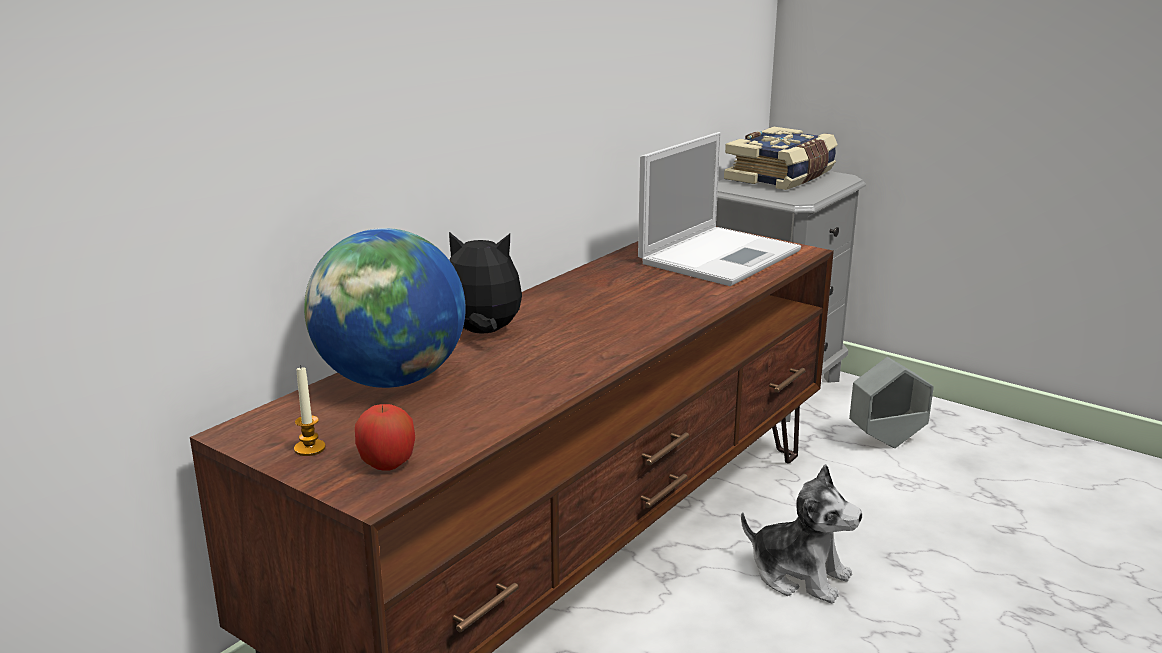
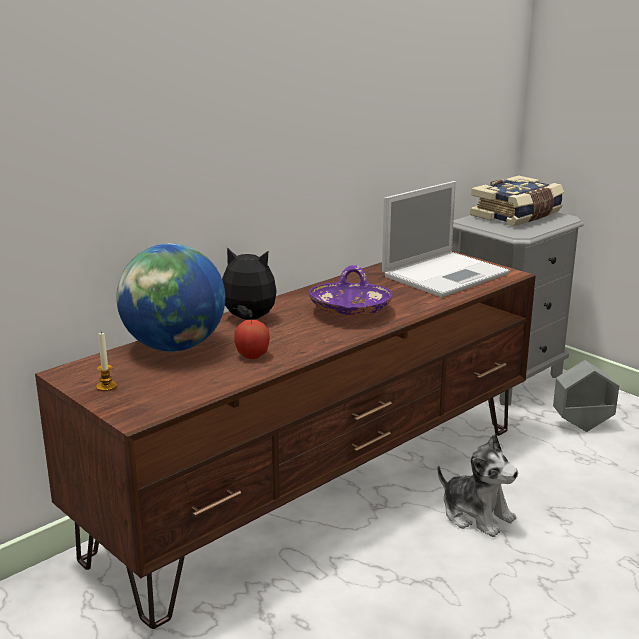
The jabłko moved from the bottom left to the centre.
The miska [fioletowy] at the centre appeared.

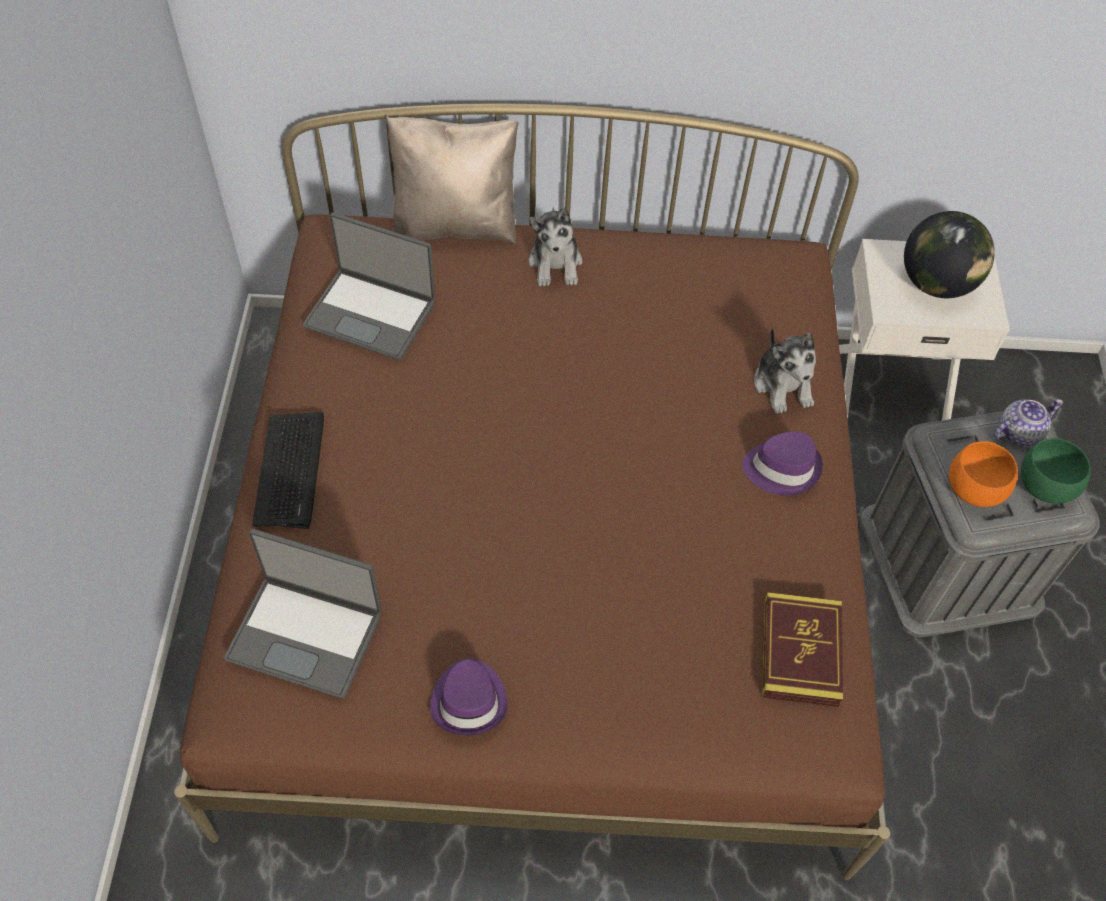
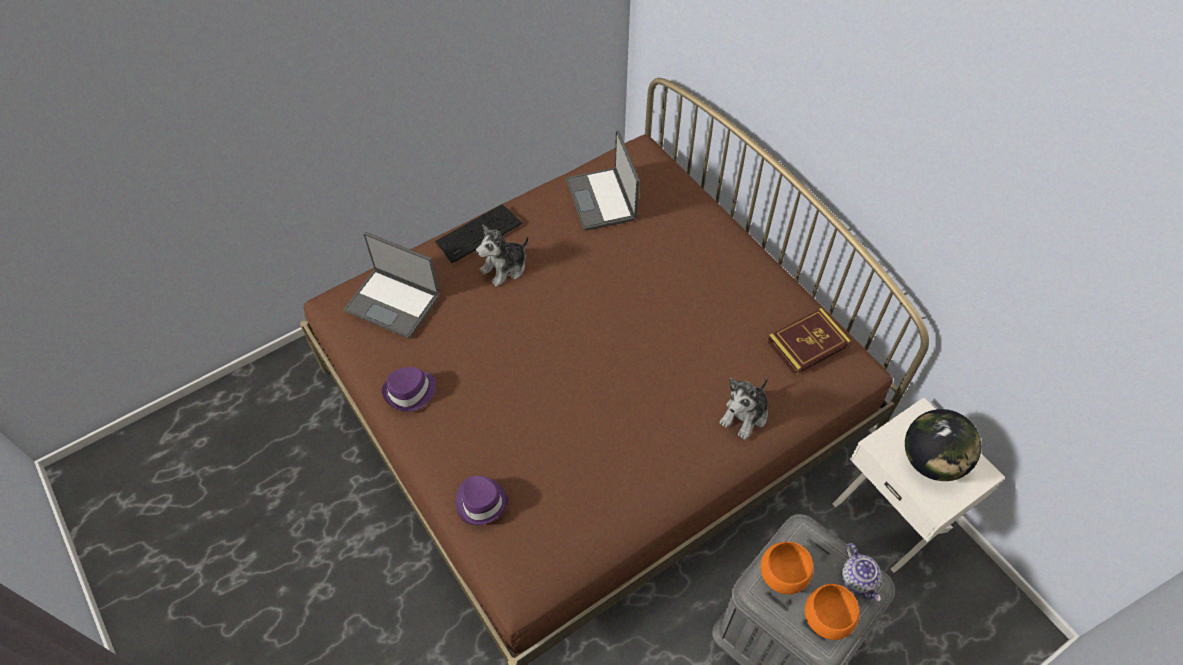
The poduszka [beżowy] at the top centre disappeared.
The pluszak (1st from left) moved from the top centre to the centre.
The imbryk at the middle right turned 45 degrees clockwise.
The kapelusz [fioletowy] (2nd from left) moved from the middle right to the bottom centre.
The miska [zielony] at the middle right became the miska [pomarańczowy] (2nd from left) at the bottom right.
The laptop (1st from left) at the bottom left turned 45 degrees counterclockwise.
The książka moved from the bottom right to the middle right.

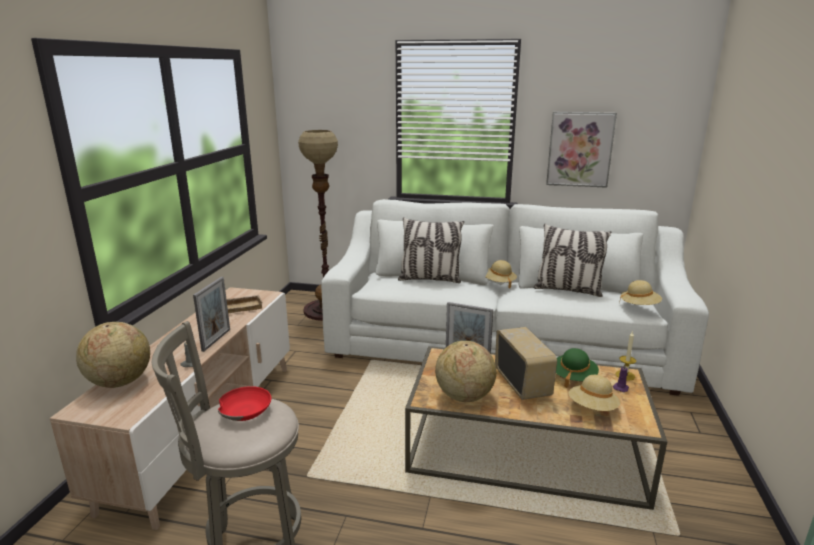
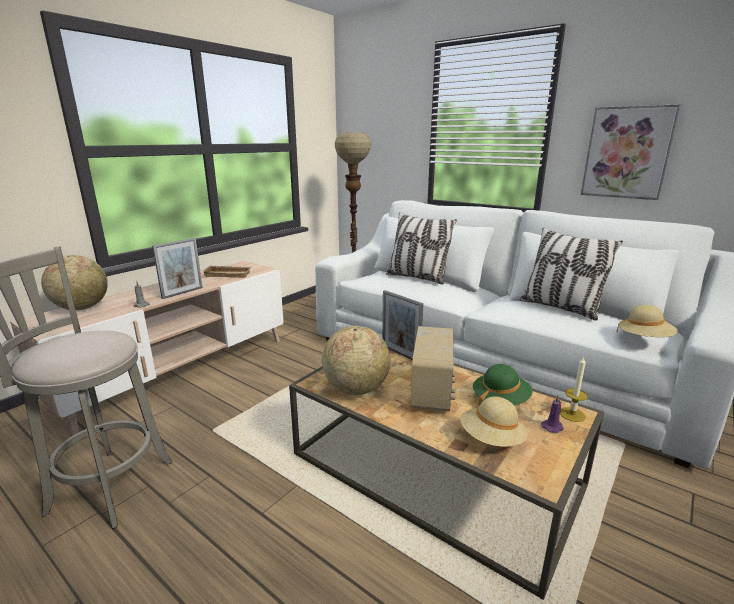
The kapelusz [beżowy] (1st from left) at the centre disappeared.
The miska [czerwony] at the bottom left disappeared.

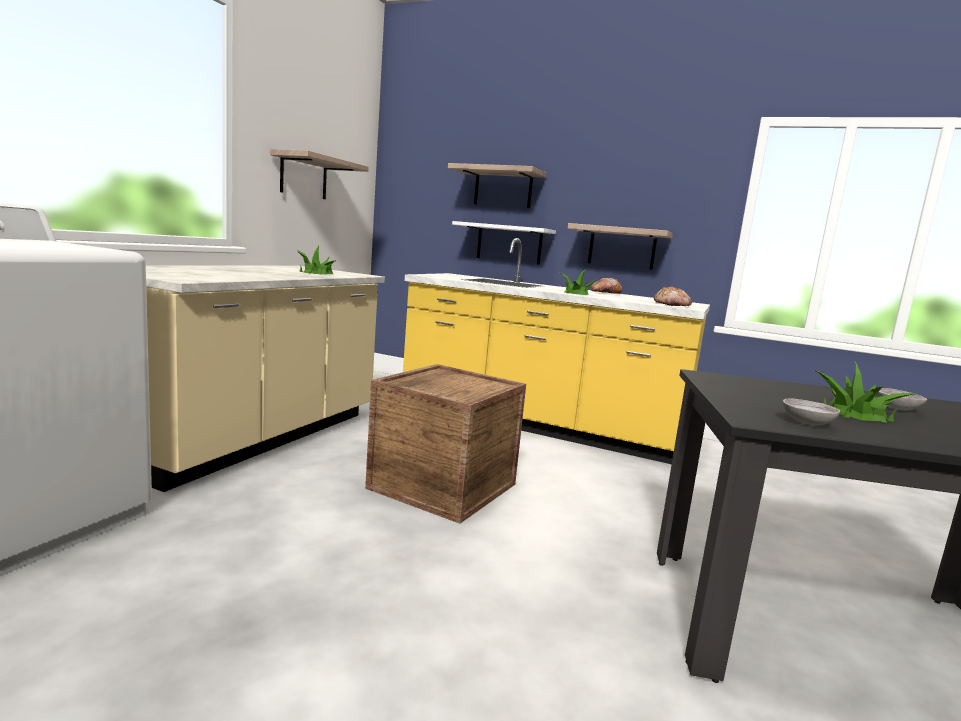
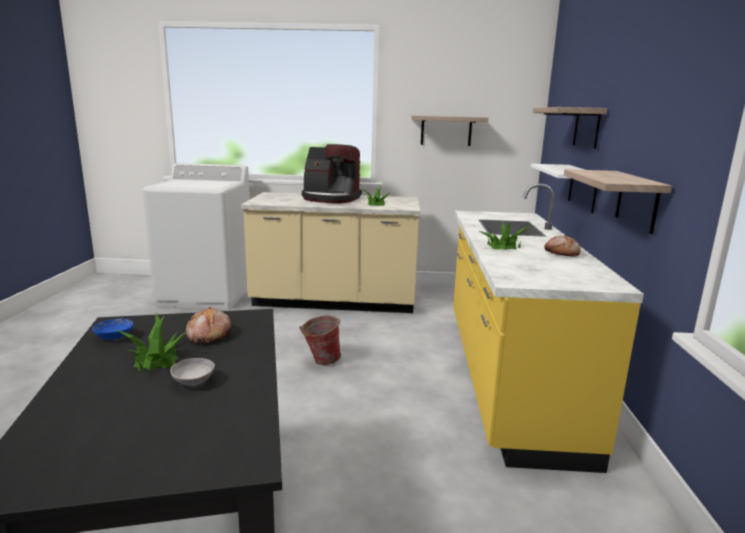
The chleb (2nd from left in the first image) moved from the middle right to the middle left.
The skrzynka at the centre was replaced by the wiadro at the centre.
The miska [szary] (1st from left) at the middle right became the miska [niebieski] at the middle left.
The ekspres do kawy at the top centre appeared.

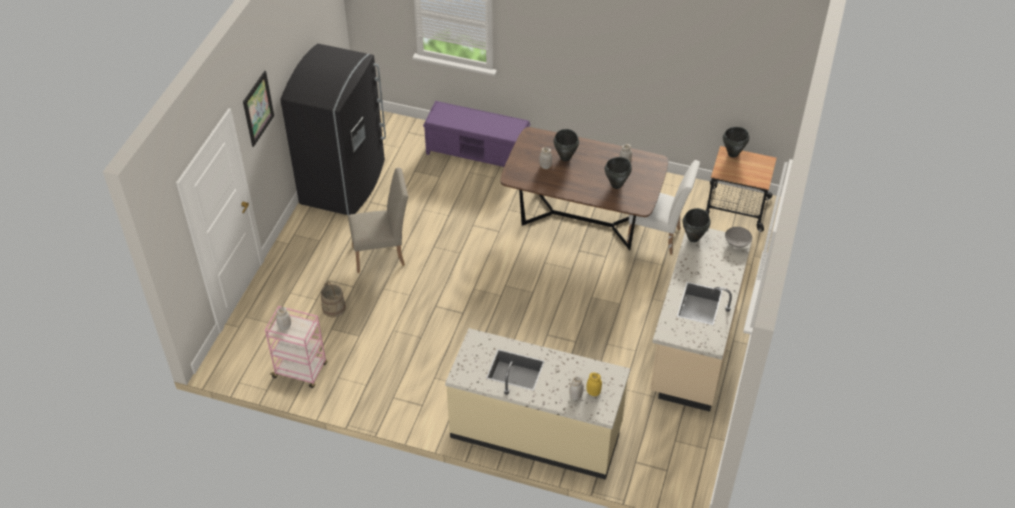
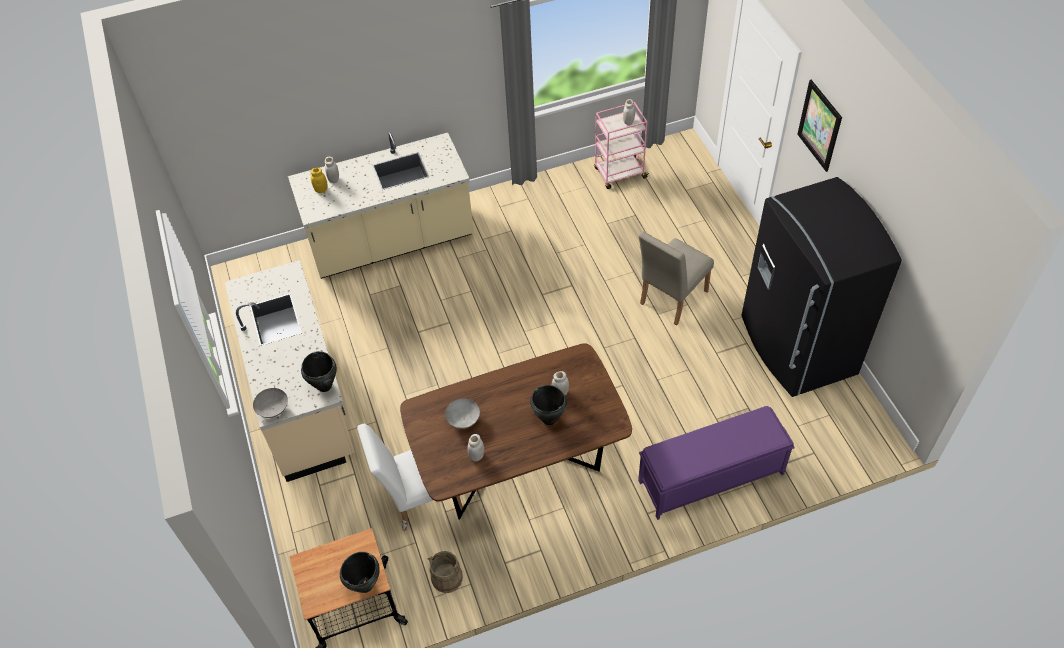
The garnek [czarny] (2nd from left) at the centre was replaced by the miska [szary] (2nd from left) at the centre.
The wiadro [beżowy] moved from the middle left to the bottom centre.

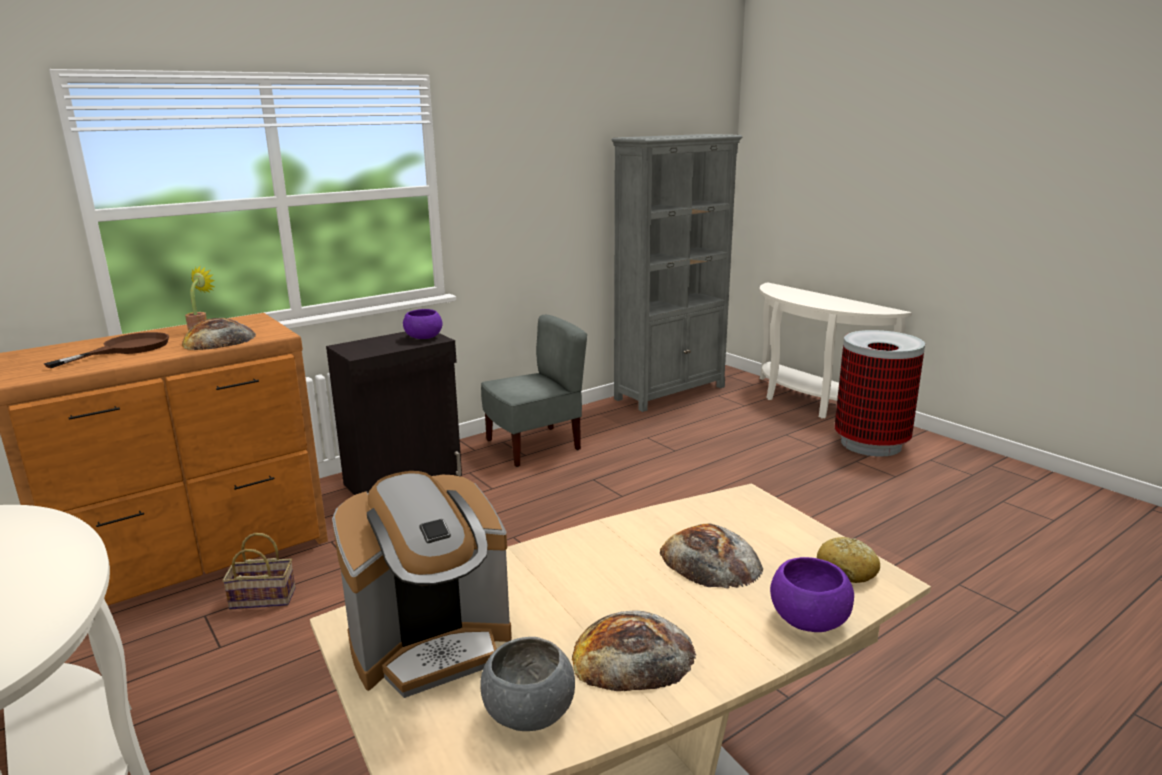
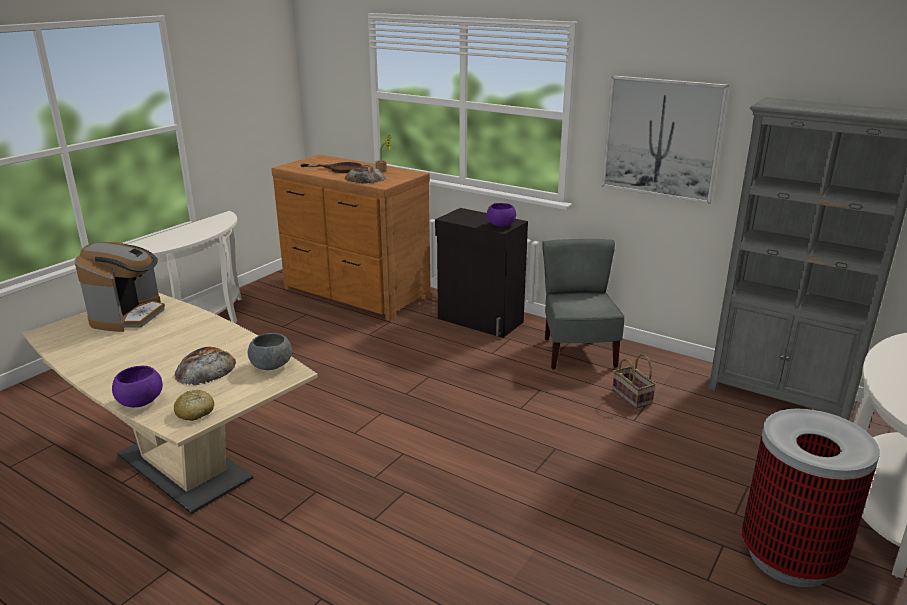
The krzesło [szary] at the centre turned 135 degrees counterclockwise.
The ekspres do kawy at the bottom centre turned 120 degrees counterclockwise.
The koszyk moved from the bottom left to the middle right.
The chleb (2nd from left) at the bottom centre disappeared.
The miska [szary] moved from the bottom centre to the middle left.
The obraz at the top right appeared.

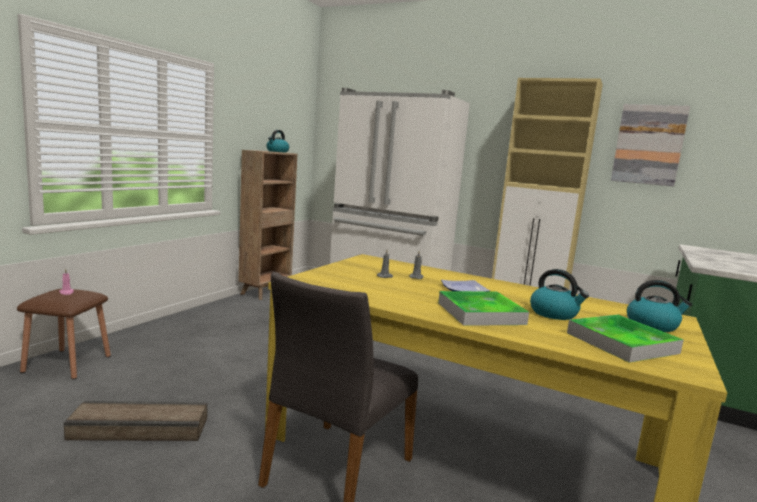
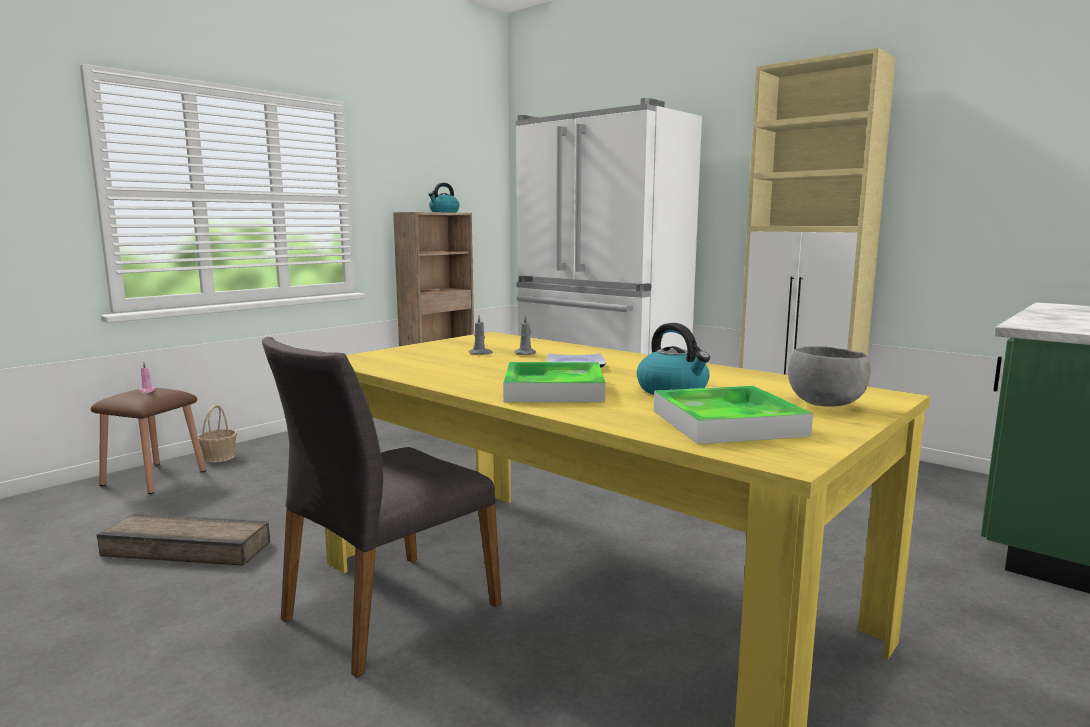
The obraz at the top right disappeared.
The czajnik (3rd from left) at the middle right was replaced by the miska [szary] at the middle right.
The koszyk at the middle left appeared.

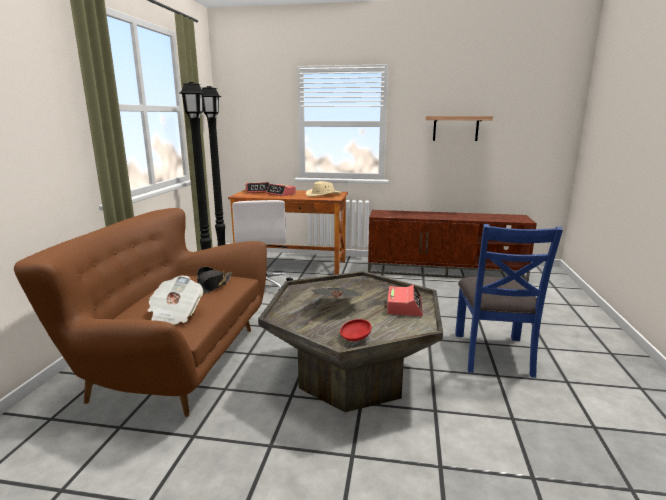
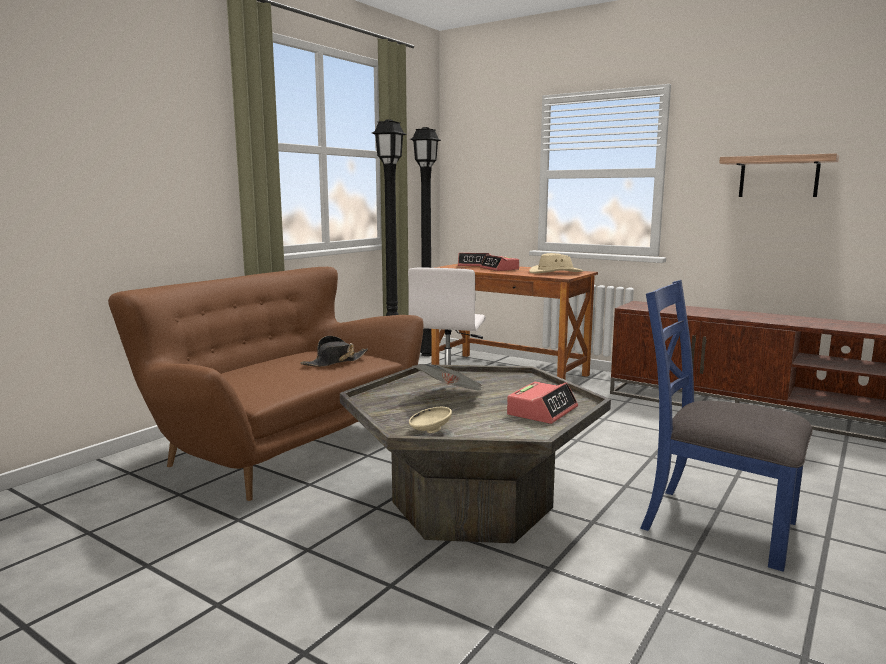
The krzesło [niebieski] at the middle right turned 90 degrees clockwise.
The gazeta (1st from left) at the middle left disappeared.
The miska [czerwony] at the centre became the miska [beżowy] at the centre.

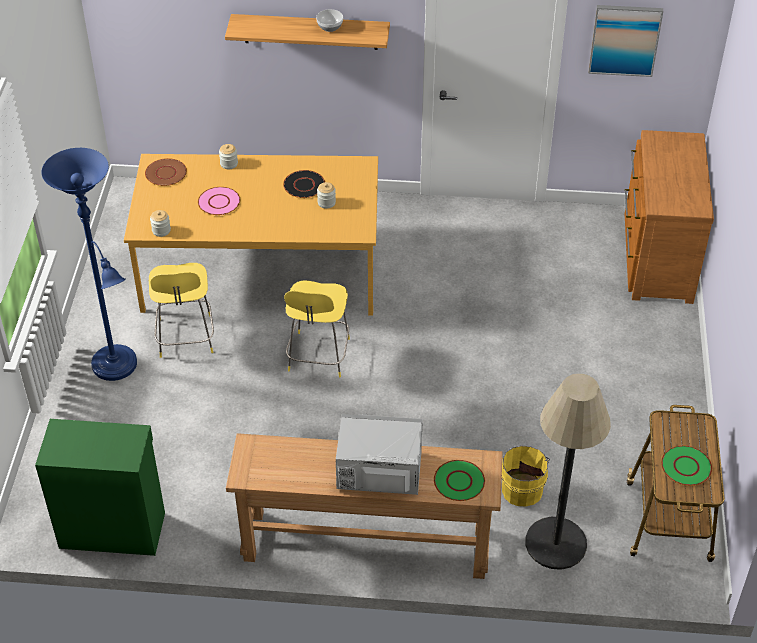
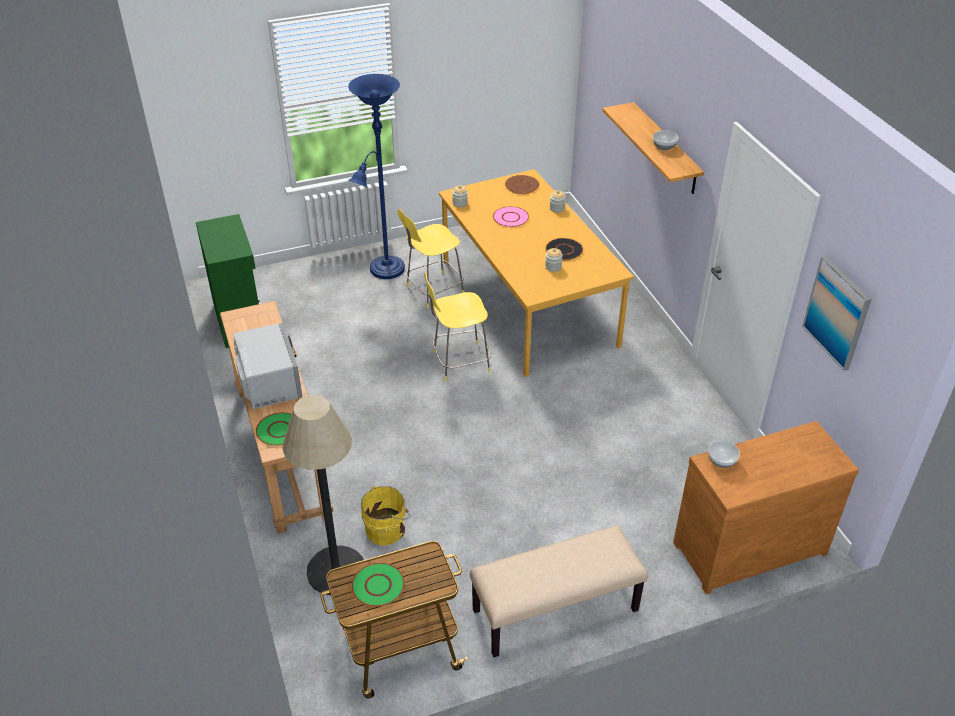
The miska (2nd from left) at the middle right appeared.
The ławka [beżowy] at the bottom centre appeared.

